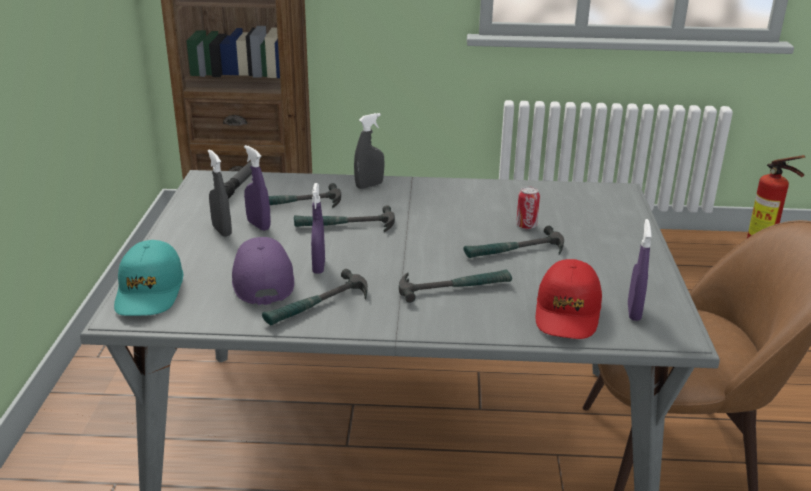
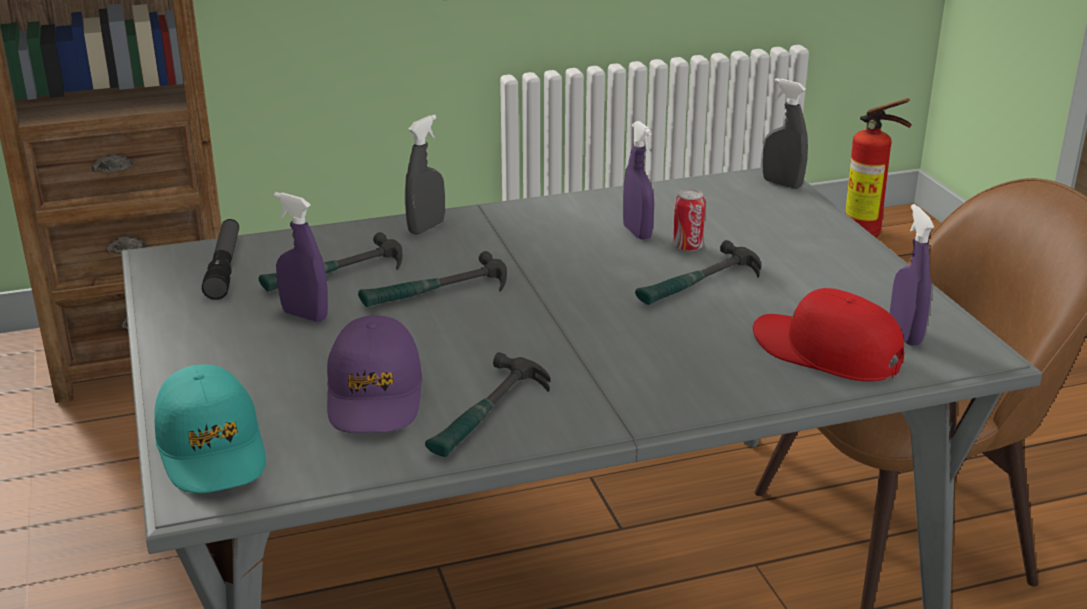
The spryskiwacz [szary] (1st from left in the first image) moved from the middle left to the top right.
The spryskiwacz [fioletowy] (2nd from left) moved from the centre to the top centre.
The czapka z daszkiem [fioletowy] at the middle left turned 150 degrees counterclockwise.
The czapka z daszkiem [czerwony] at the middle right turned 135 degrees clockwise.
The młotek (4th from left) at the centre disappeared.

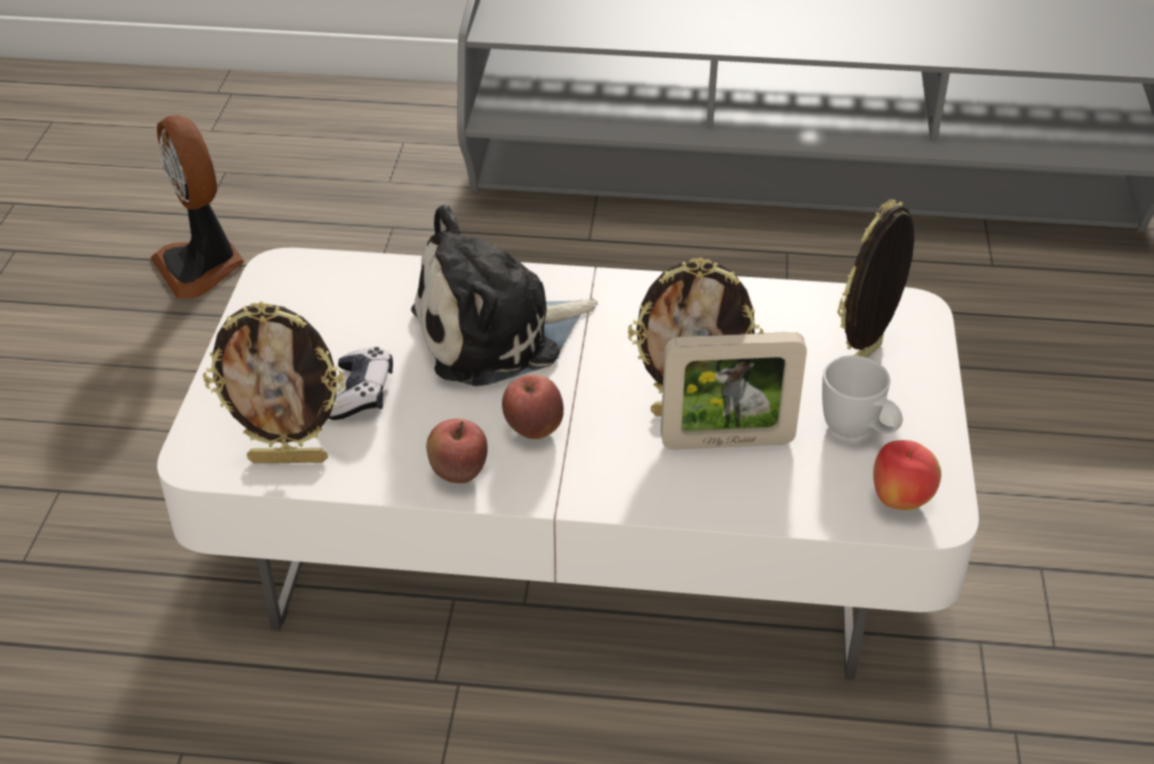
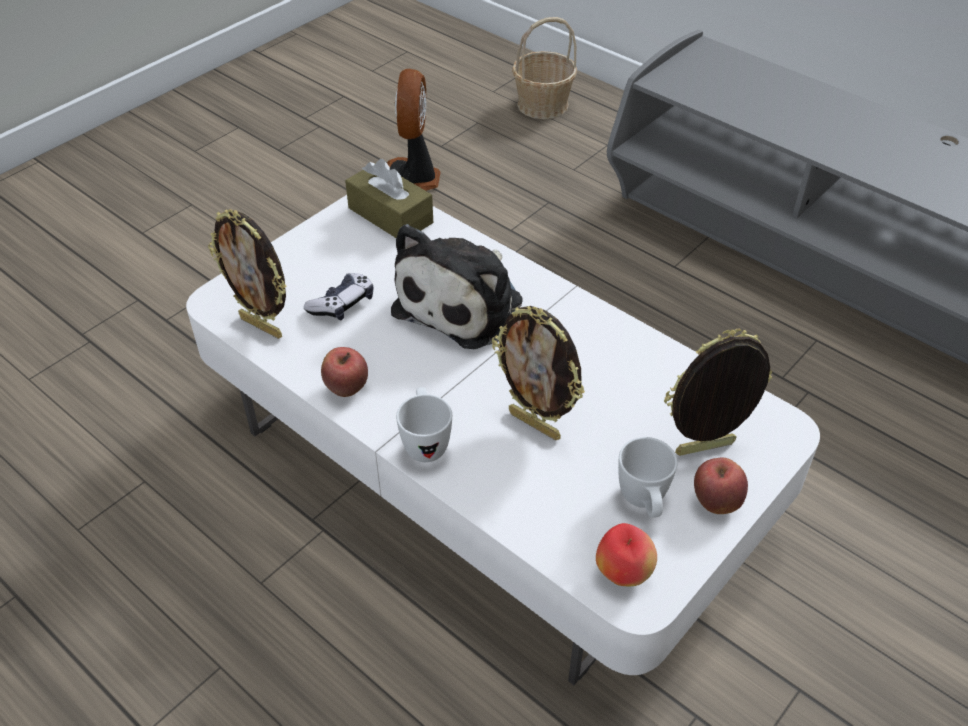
The pluszak at the centre turned 75 degrees counterclockwise.
The ramka na zdjęcie (3rd from left) at the centre disappeared.
The jabłko (2nd from left in the first image) moved from the centre to the bottom right.
The koszyk at the top centre appeared.
The pudełko chusteczek [brązowy] at the top centre appeared.
The kubek [biały] (1st from left) at the centre appeared.

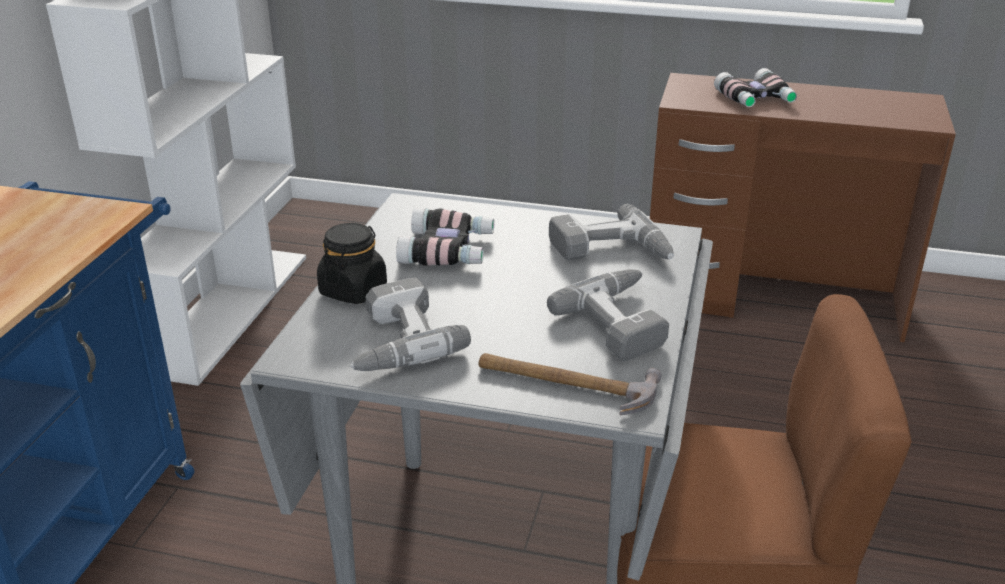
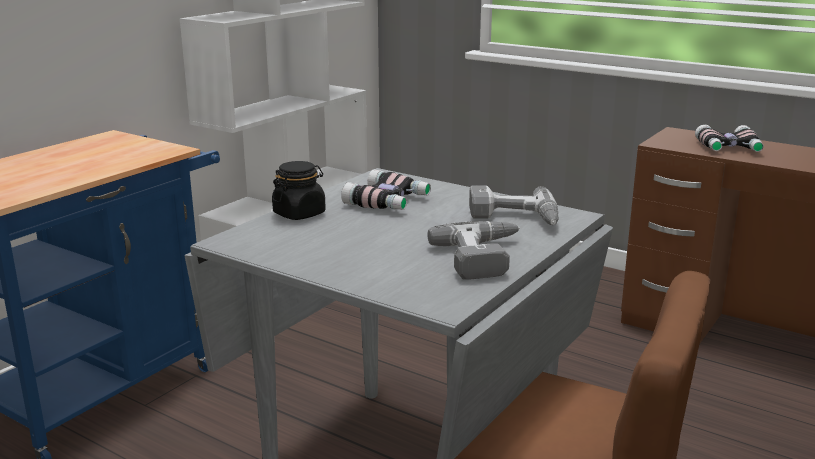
The wiertarka (1st from left) at the centre disappeared.
The młotek at the centre disappeared.

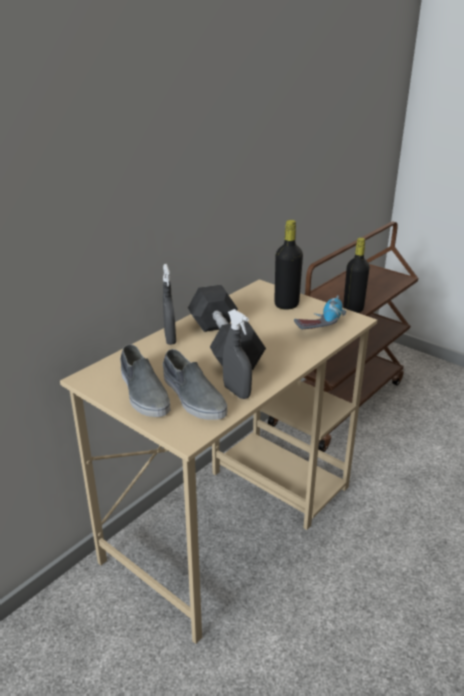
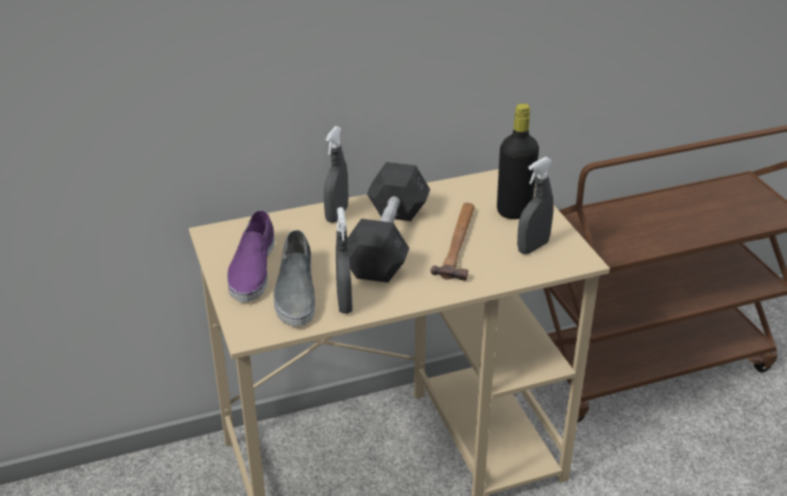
The butelka [czarny] (2nd from left) at the middle right disappeared.
The wiertarka at the middle right was replaced by the spryskiwacz [szary] (3rd from left) at the middle right.
The but [szary] (1st from left) at the middle left became the but [fioletowy] at the middle left.
The młotek at the centre appeared.

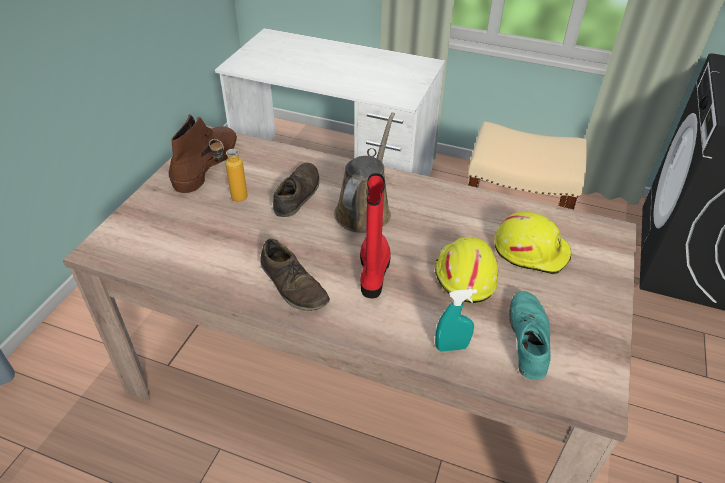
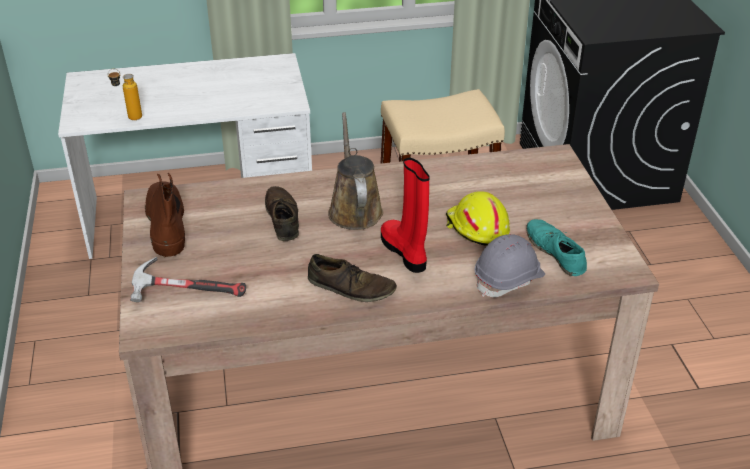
The butelka moved from the middle left to the top left.
The kask [żółty] (2nd from left) at the middle right disappeared.
The spryskiwacz [turkusowy] at the centre was replaced by the kask [szary] at the middle right.
The młotek at the middle left appeared.

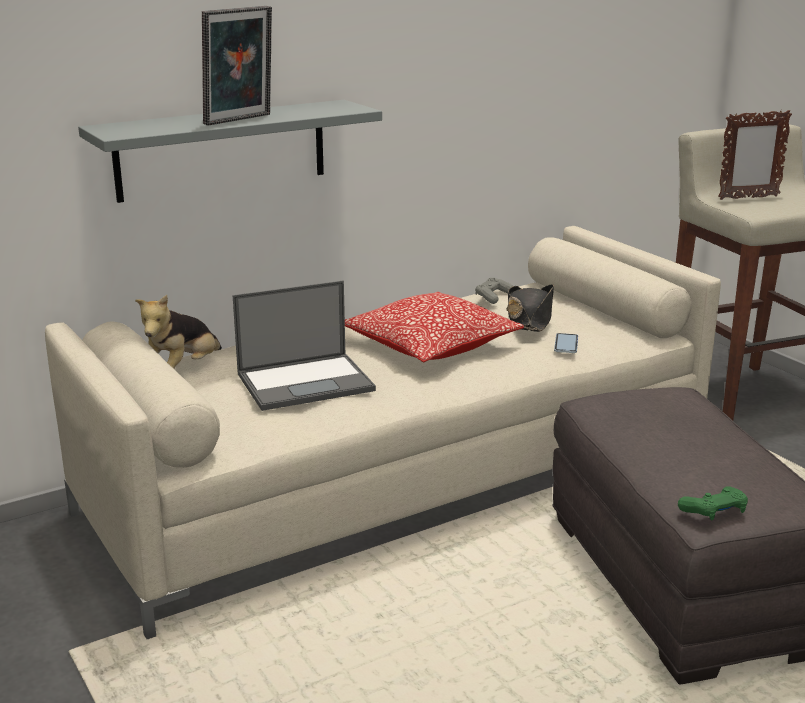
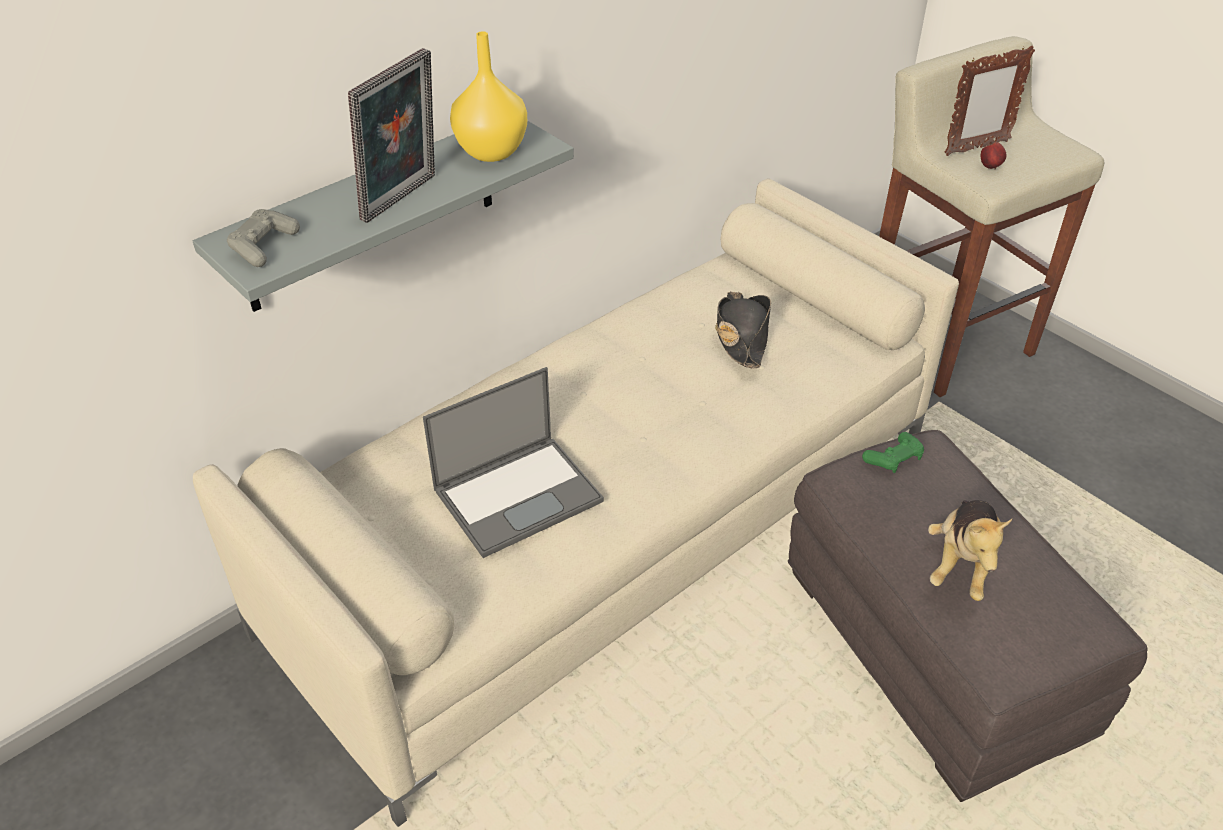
The pad do gier [szary] moved from the centre to the top left.
The poduszka at the centre disappeared.
The pluszak moved from the middle left to the middle right.
The telefon at the middle right disappeared.
The pad do gier [zielony] moved from the bottom right to the middle right.
The wazon [żółty] at the top centre appeared.
The jabłko at the top right appeared.

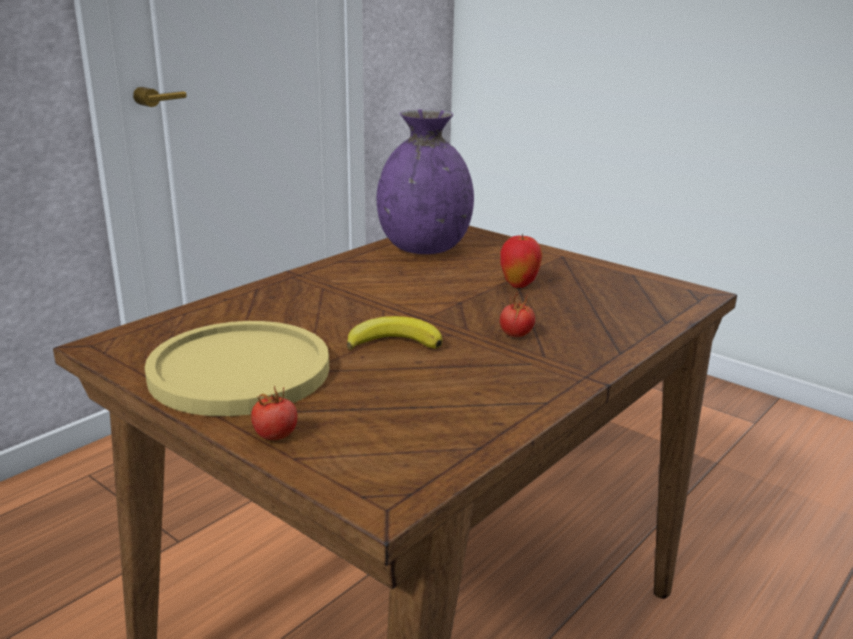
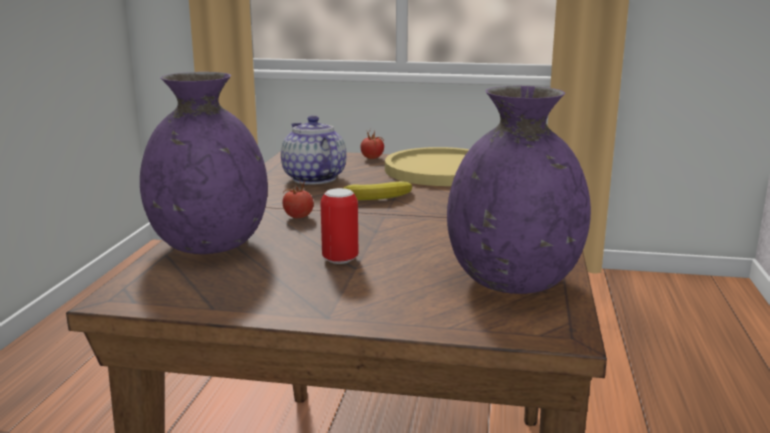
The jabłko at the centre was replaced by the puszka at the centre.
The wazon [fioletowy] (1st from left) at the middle left appeared.
The imbryk at the centre appeared.

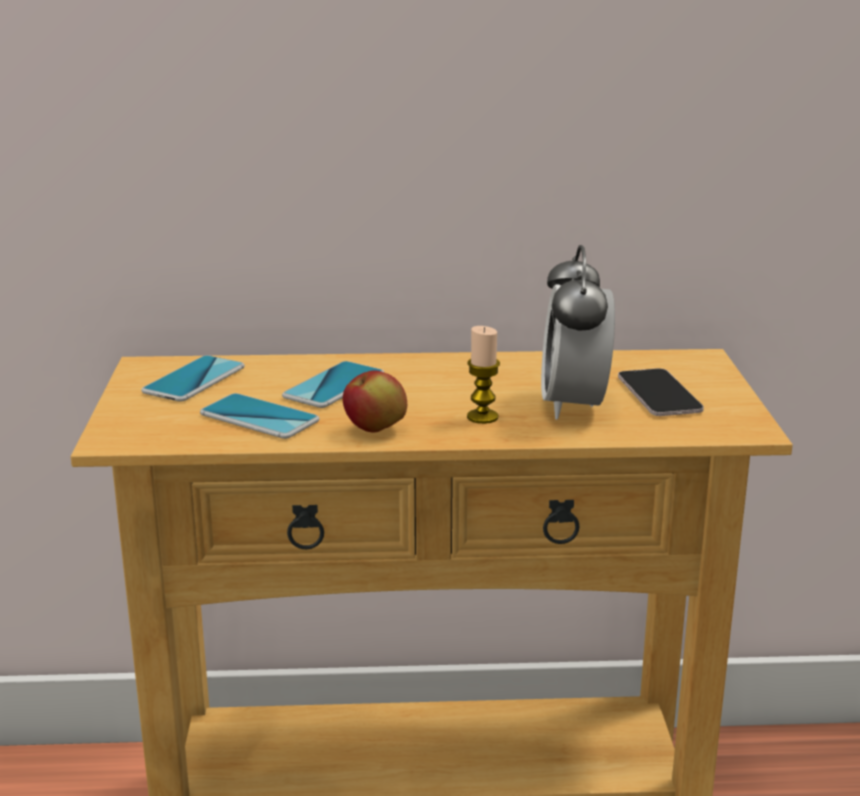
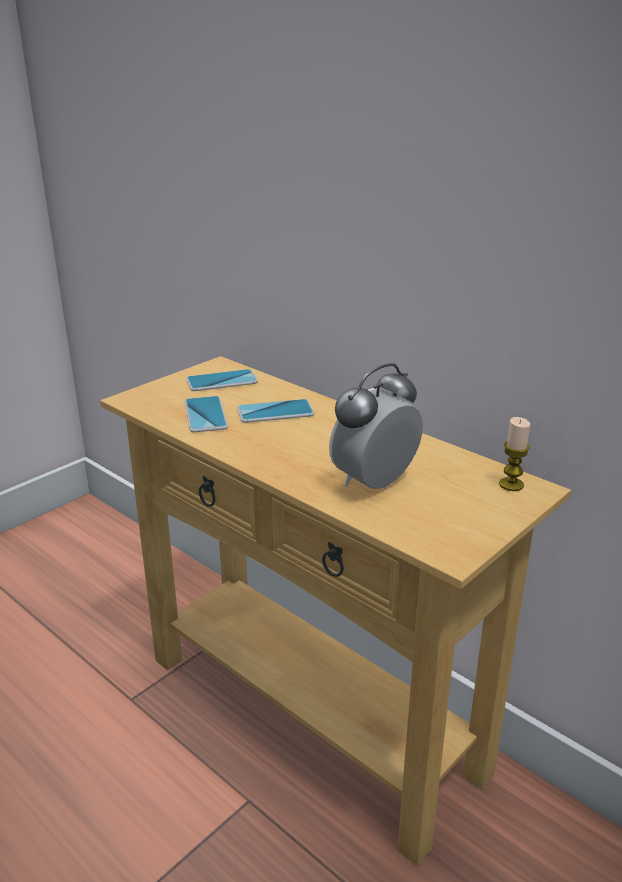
The świeca moved from the centre to the middle right.
The telefon (4th from left) at the middle right disappeared.
The jabłko at the centre disappeared.

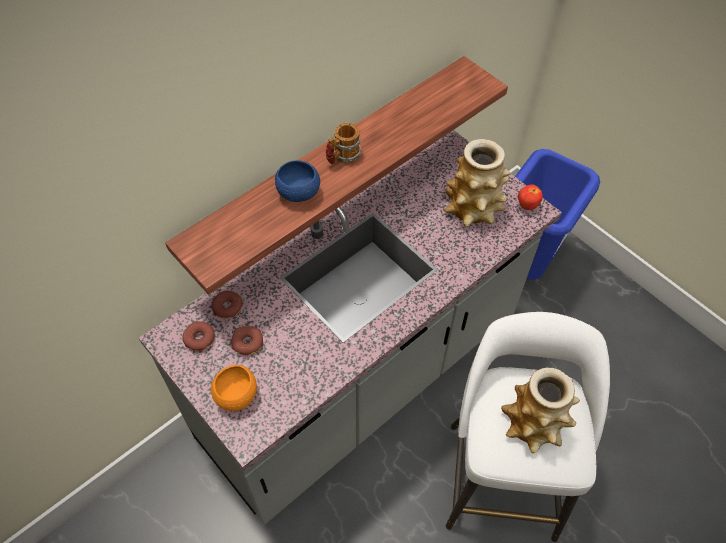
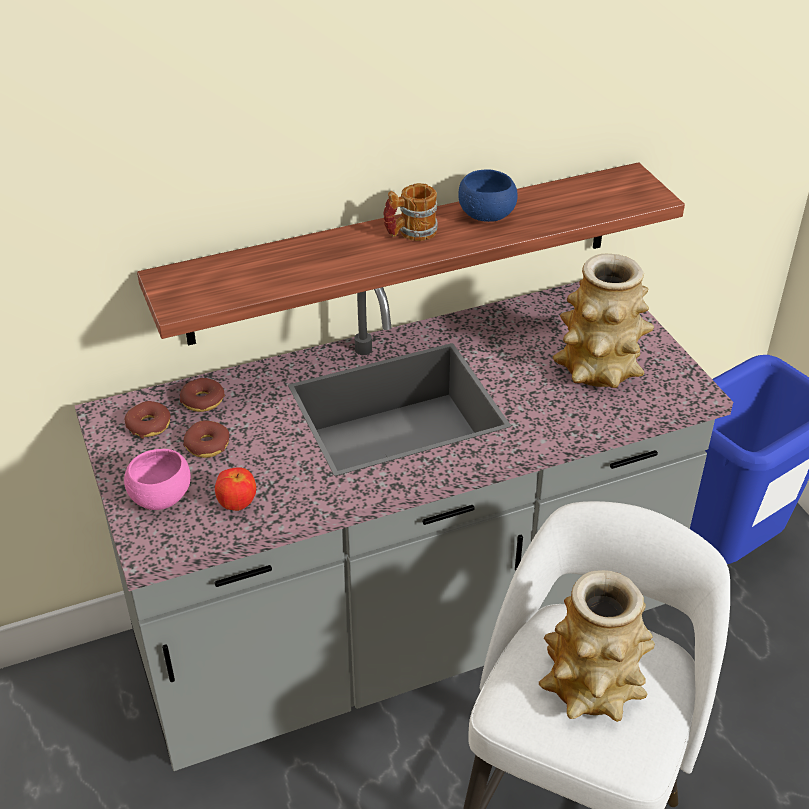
The miska [niebieski] moved from the centre to the top centre.
The jabłko moved from the middle right to the middle left.
The miska [pomarańczowy] at the bottom left became the miska [różowy] at the middle left.

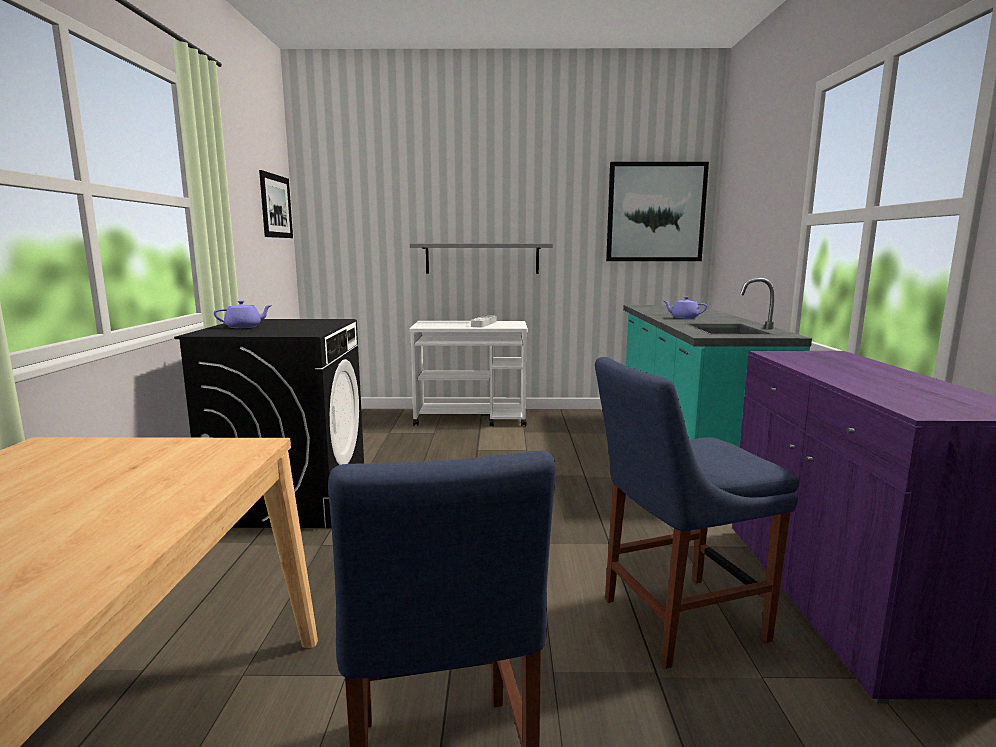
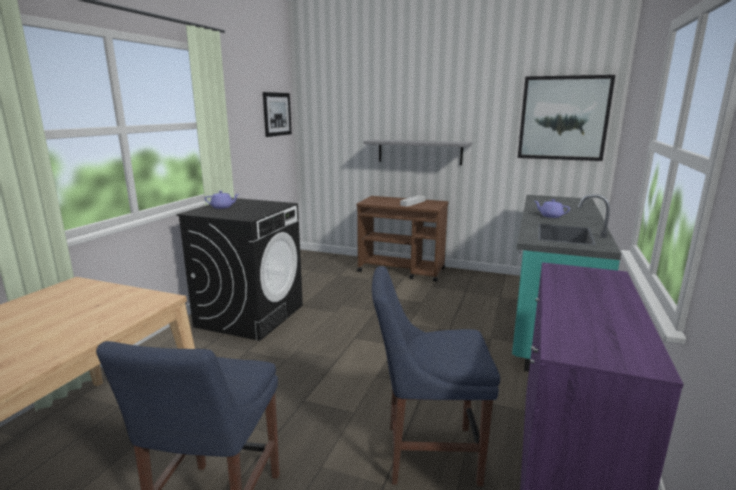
The wózek [biały] at the centre became the wózek [brązowy] at the centre.

